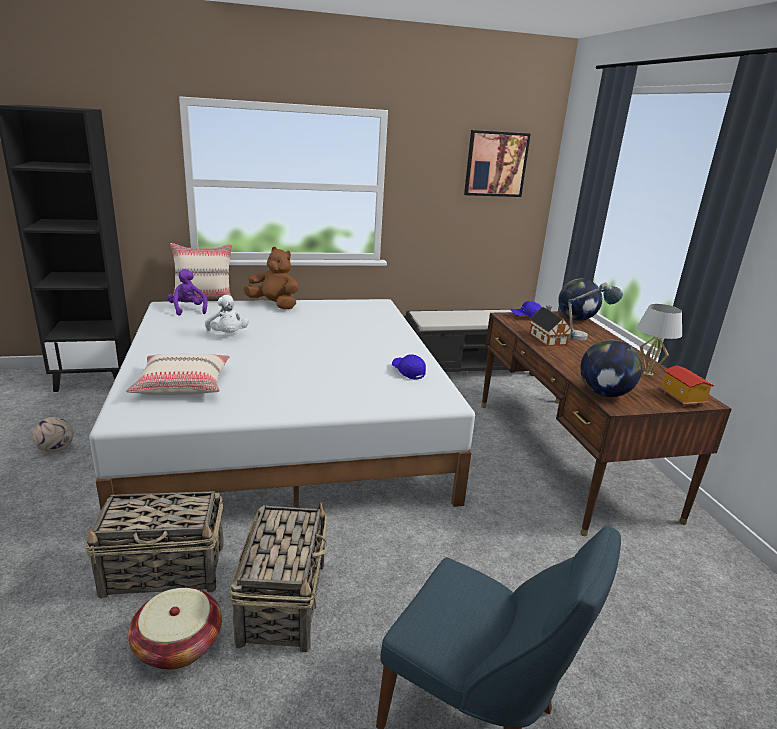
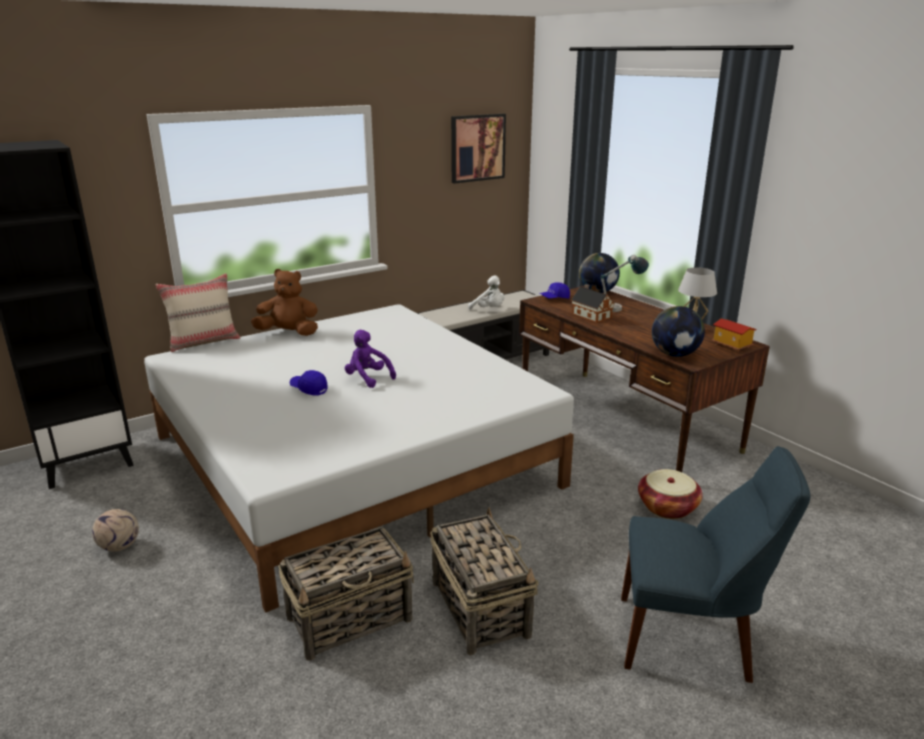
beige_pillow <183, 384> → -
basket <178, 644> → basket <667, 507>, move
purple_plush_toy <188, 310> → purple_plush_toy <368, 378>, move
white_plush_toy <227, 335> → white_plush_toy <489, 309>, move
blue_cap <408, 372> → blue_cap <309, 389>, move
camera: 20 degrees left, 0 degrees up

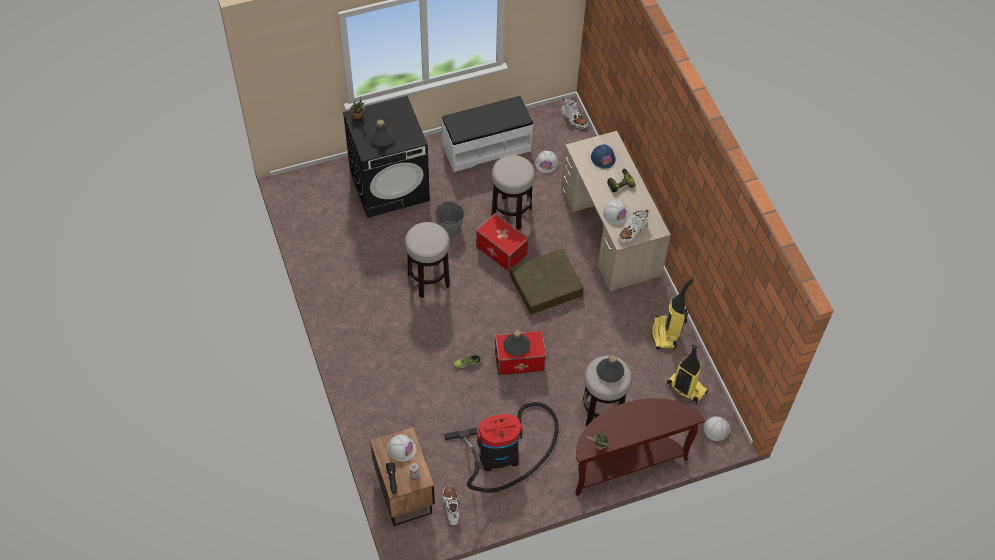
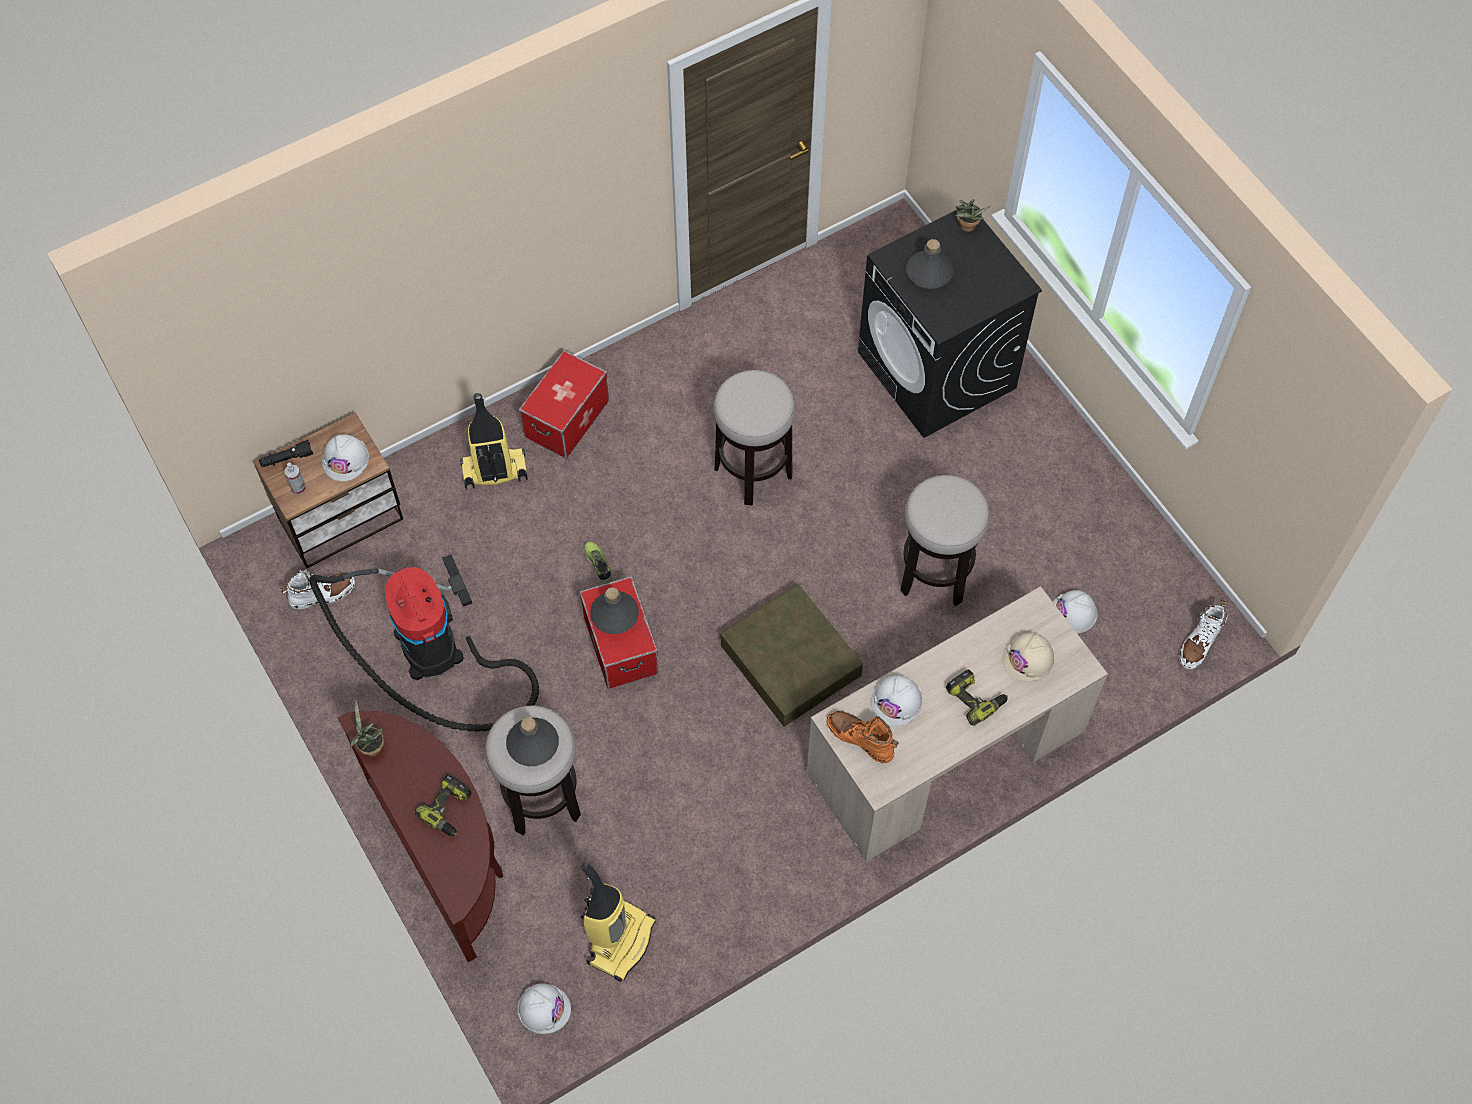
grey_bucket <449, 229> → -
white_bench <486, 147> → -
- → power_drill <449, 809>
storage_box <501, 250> → storage_box <566, 418>, move
vacuum_cleaner <665, 334> → vacuum_cleaner <494, 472>, move
blue_hard_hat <603, 158> → beige_hard_hat <1028, 658>
white_boot <632, 232> → orange_boot <860, 739>
camera: 80 degrees right, 5 degrees up

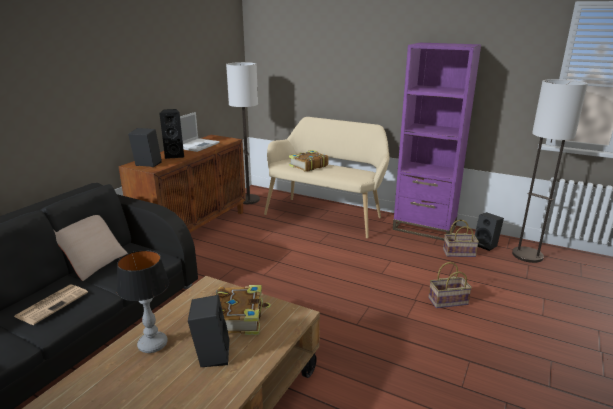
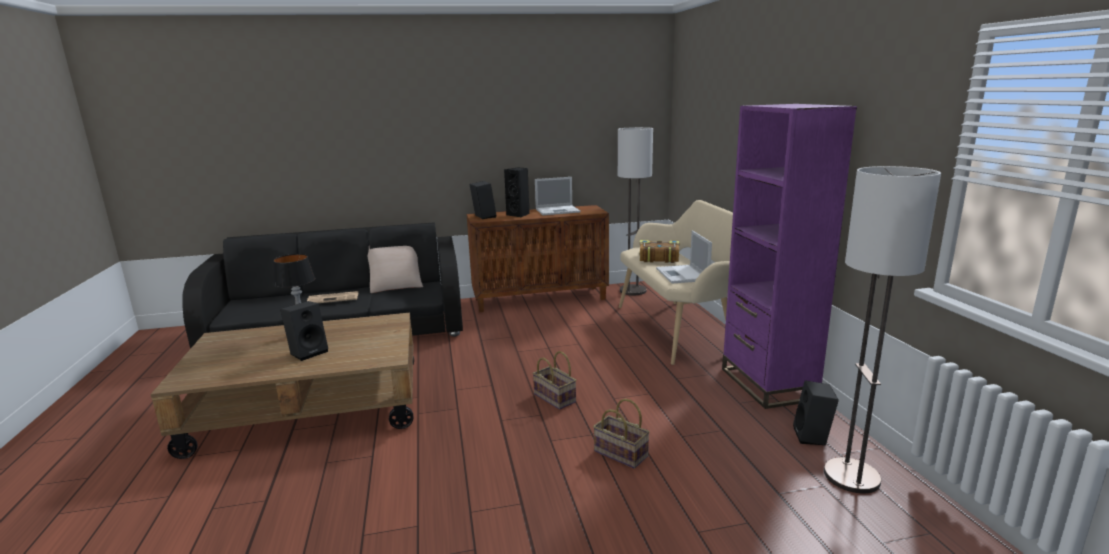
book <239, 317> → -
- → laptop <682, 275>
basket <459, 253> → basket <556, 398>, move
camera: 50 degrees right, 5 degrees down

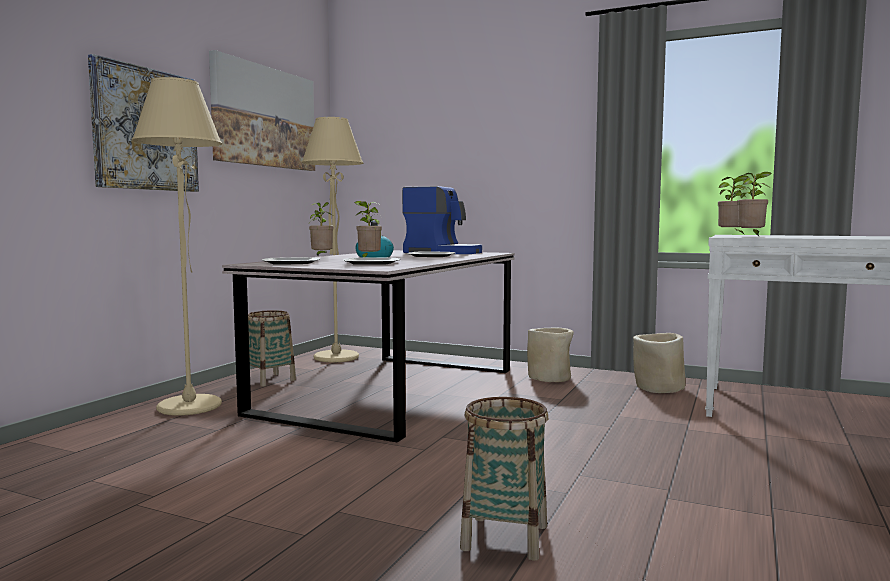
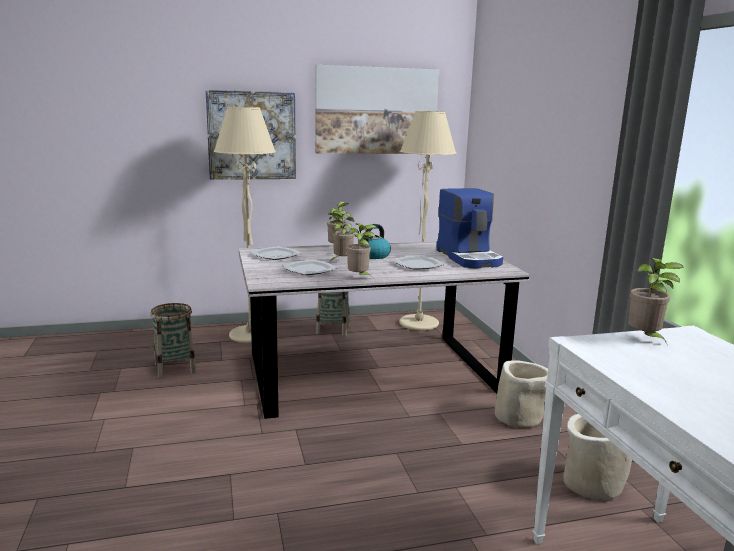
basket <504, 537> → basket <175, 368>, move
potted_plant <752, 237> → potted_plant <359, 278>, move
camera: 50 degrees right, 10 degrees up

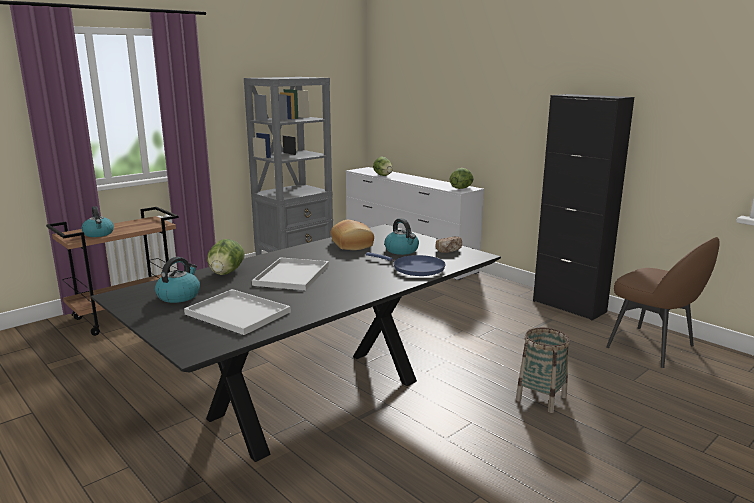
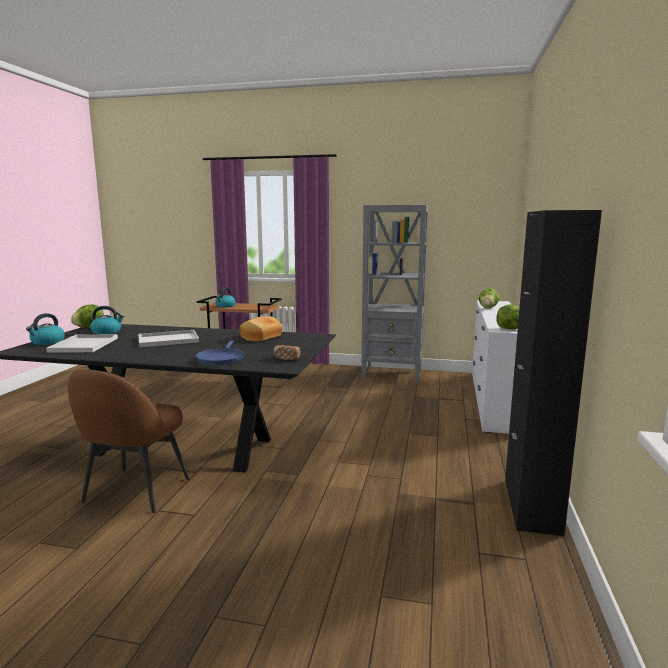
basket <541, 398> → -
lettuce <226, 273> → lettuce <89, 328>, move
kettle <402, 250> → kettle <47, 342>, move
brown_chair <652, 347> → brown_chair <135, 491>, move
camera: 55 degrees right, 5 degrees down

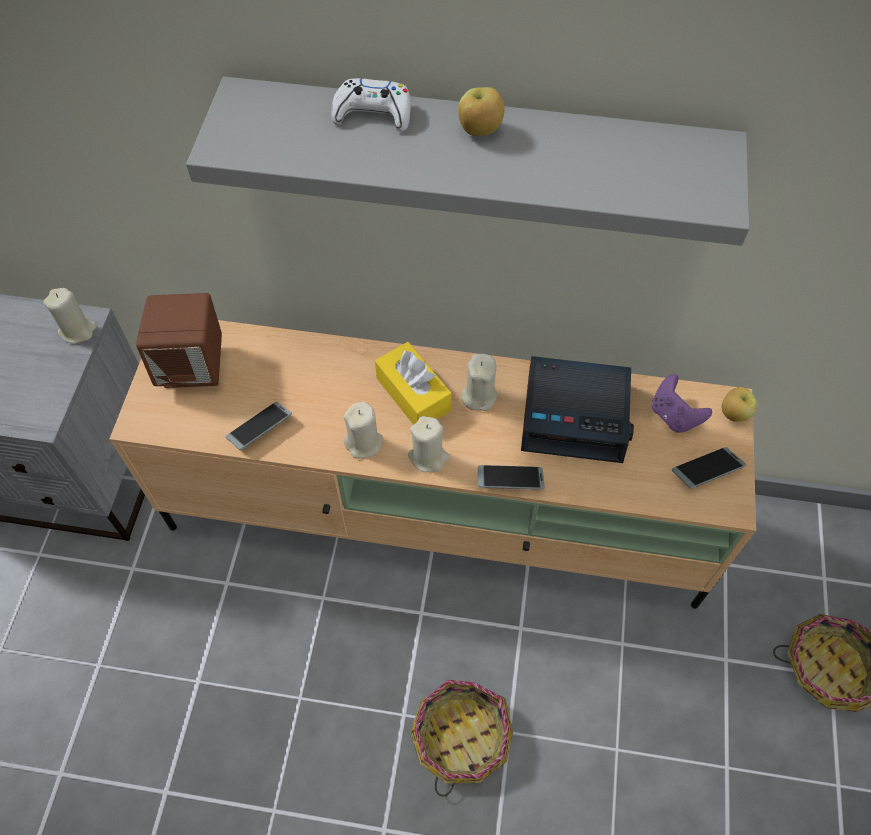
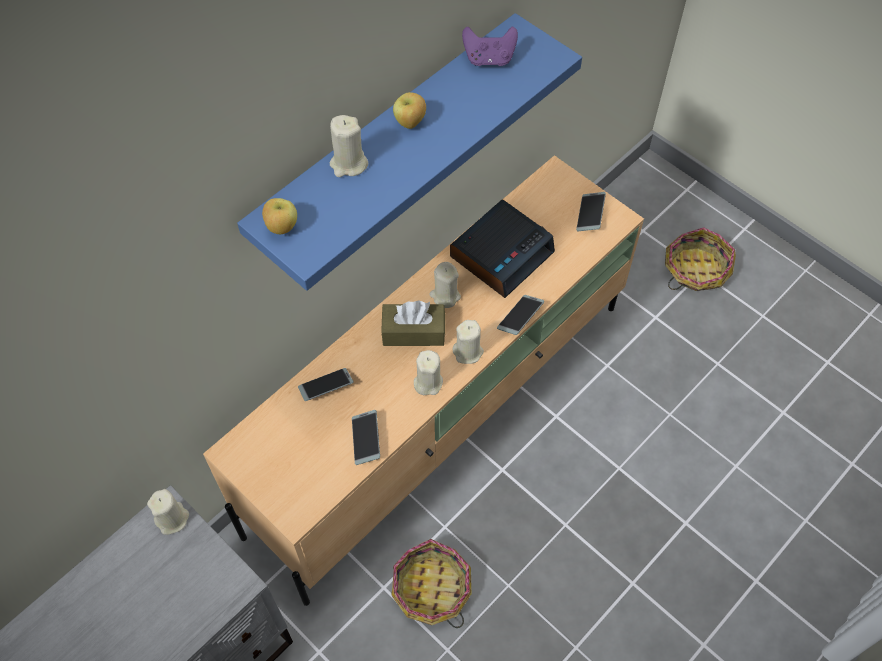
brown_speaker <193, 366> → -
- → phone <326, 387>
basket <460, 736> → basket <431, 588>, move
purple_game_controller <674, 415> → purple_game_controller <489, 59>, move
apple <733, 414> → apple <281, 227>, move
white_game_controller <373, 114> → beige_candle <348, 164>
grey_shelf <476, 153> → blue_shelf <387, 142>
yellow_tissue_box <413, 394> → brown_tissue_box <413, 332>
camera: 55 degrees left, 0 degrees up

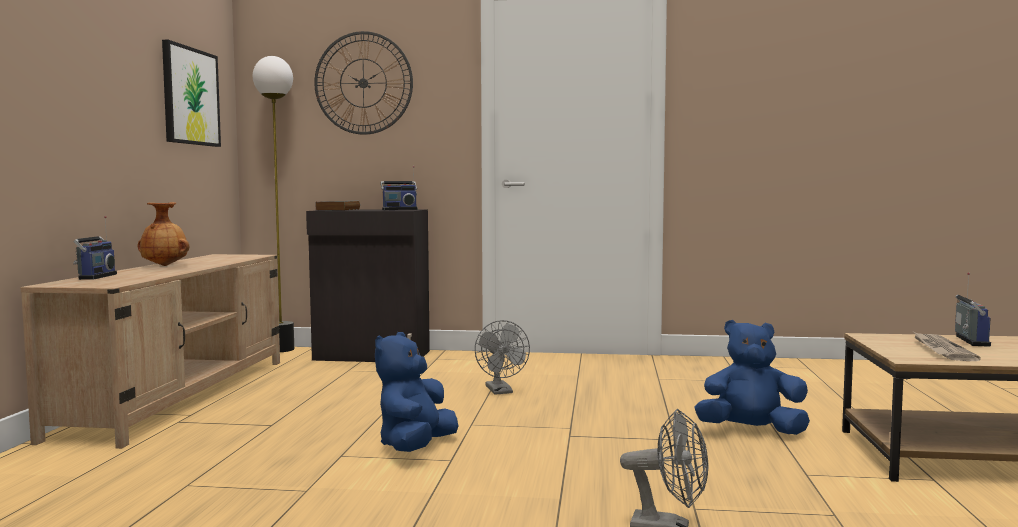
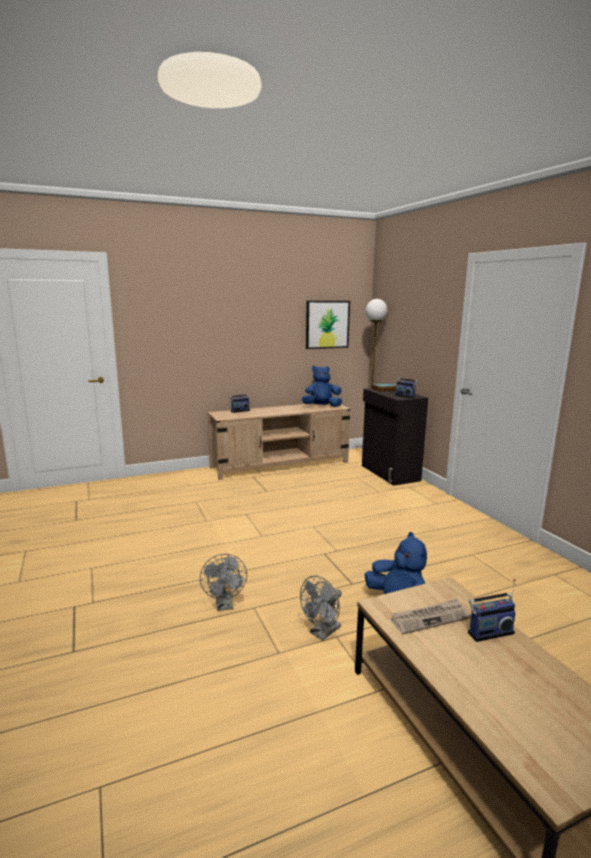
brown_vase <165, 265> → -
wall_clock <363, 83> → -
blue_plush_toy <415, 447> → blue_plush_toy <321, 406>, move
grey_fan <501, 391> → grey_fan <322, 633>, move
camera: 60 degrees right, 10 degrees up

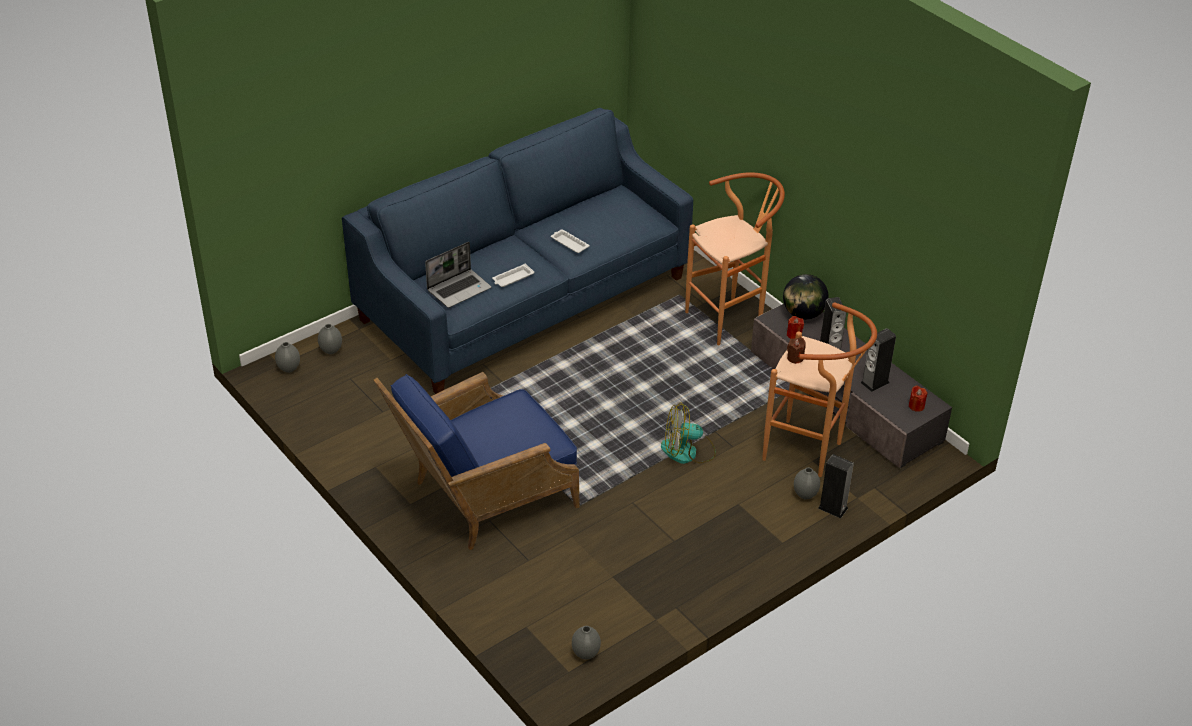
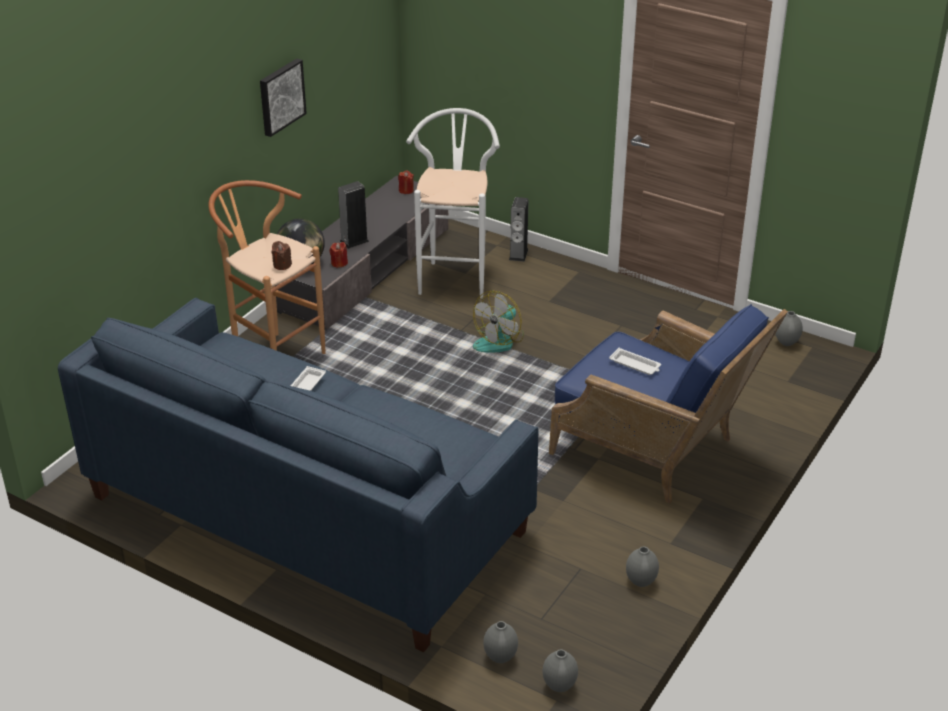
laptop <459, 289> → -
speaker <875, 382> → -
- → picture <280, 96>
white_tray <512, 278> → white_tray <635, 365>, move
brown_candle <795, 358> → brown_candle <282, 265>, move
grey_vase <804, 495> → grey_vase <641, 582>, move
brown_stool <810, 452> → white_stool <455, 276>
fan <687, 451> → fan <499, 341>, 60 degrees clockwise
camera: 110 degrees left, 5 degrees down

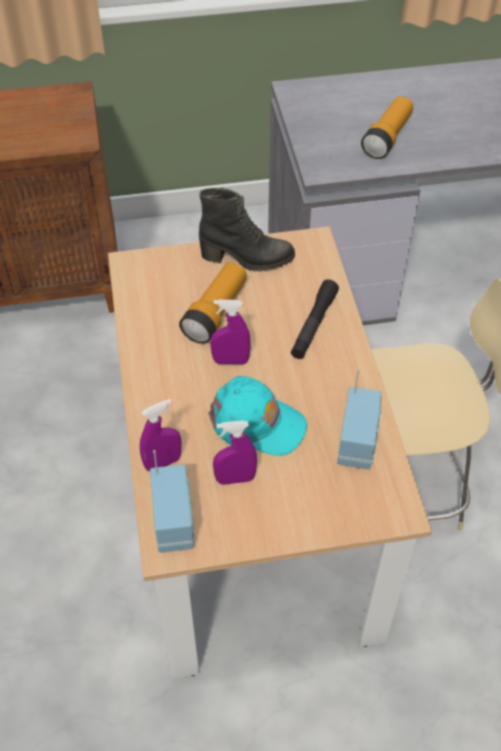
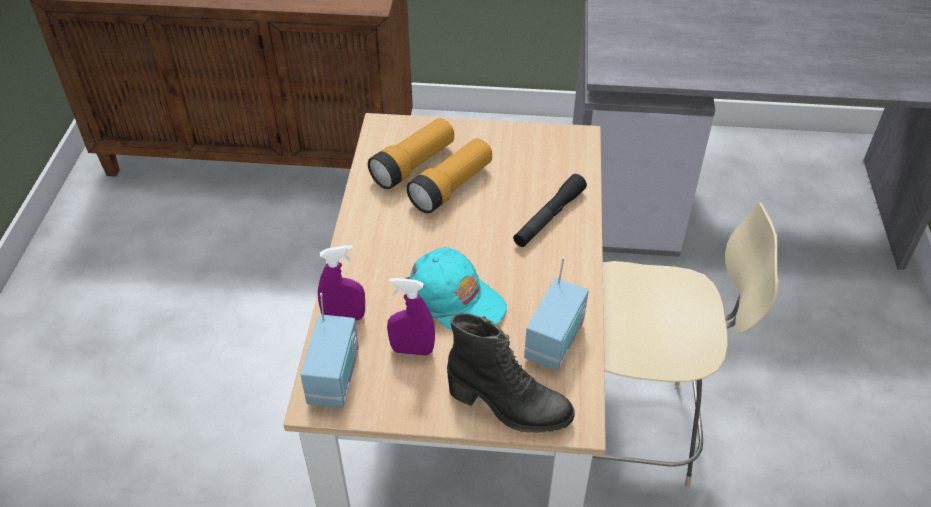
purple_spray_bottle <230, 361> → -
black_boot <247, 259> → black_boot <508, 407>, move
flashlight <387, 138> → flashlight <413, 165>, move
camera: 15 degrees right, 5 degrees down

